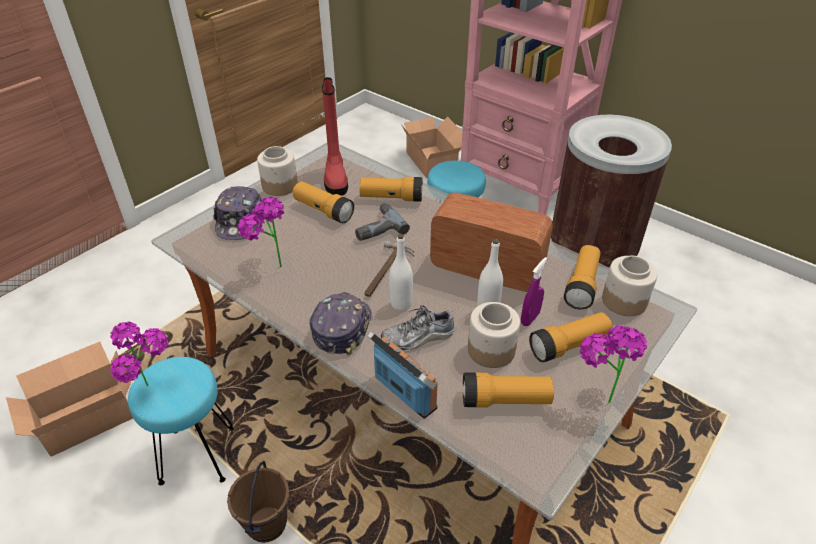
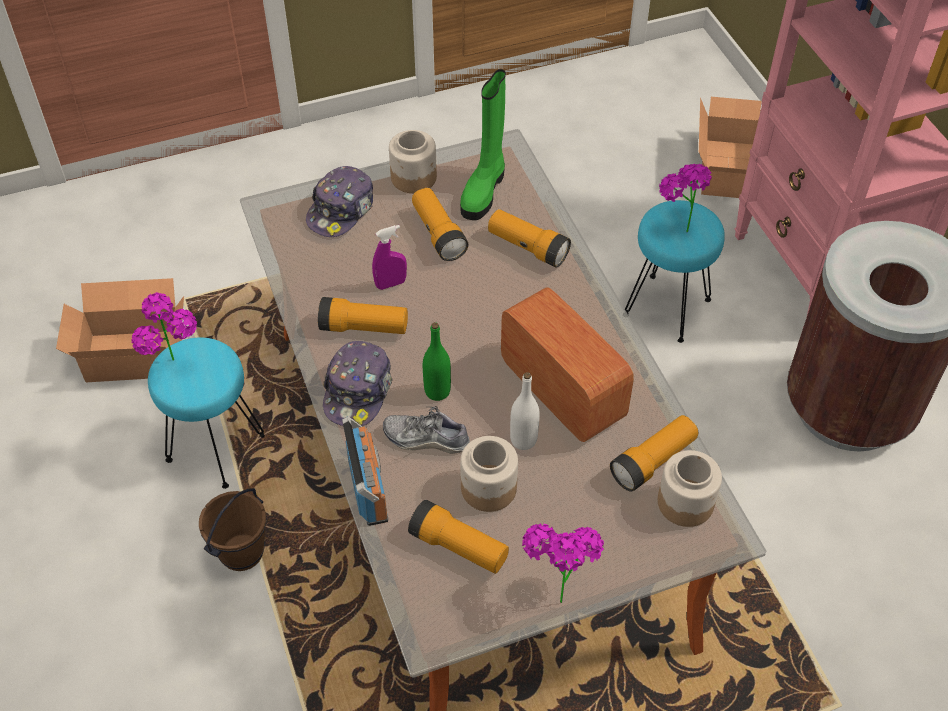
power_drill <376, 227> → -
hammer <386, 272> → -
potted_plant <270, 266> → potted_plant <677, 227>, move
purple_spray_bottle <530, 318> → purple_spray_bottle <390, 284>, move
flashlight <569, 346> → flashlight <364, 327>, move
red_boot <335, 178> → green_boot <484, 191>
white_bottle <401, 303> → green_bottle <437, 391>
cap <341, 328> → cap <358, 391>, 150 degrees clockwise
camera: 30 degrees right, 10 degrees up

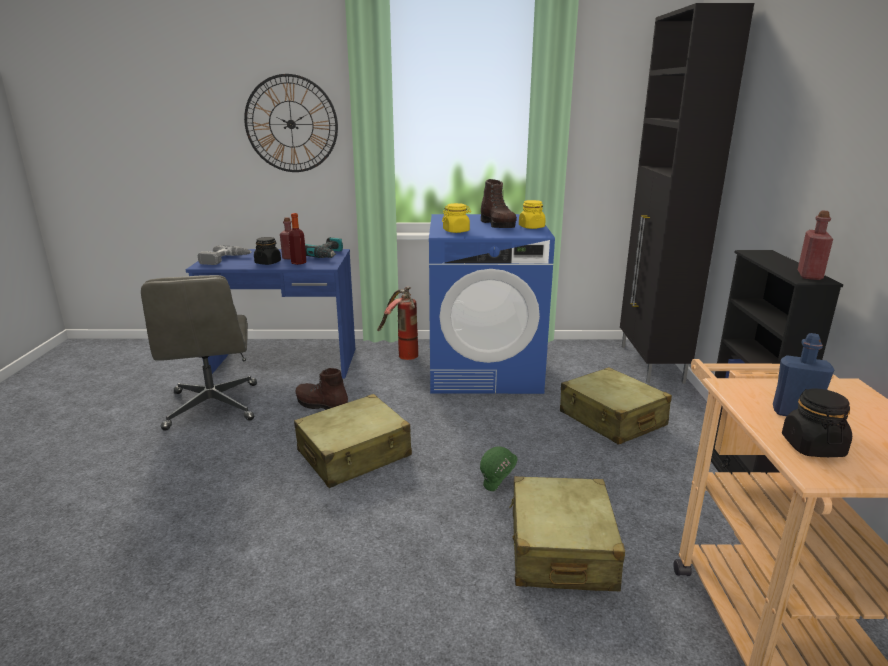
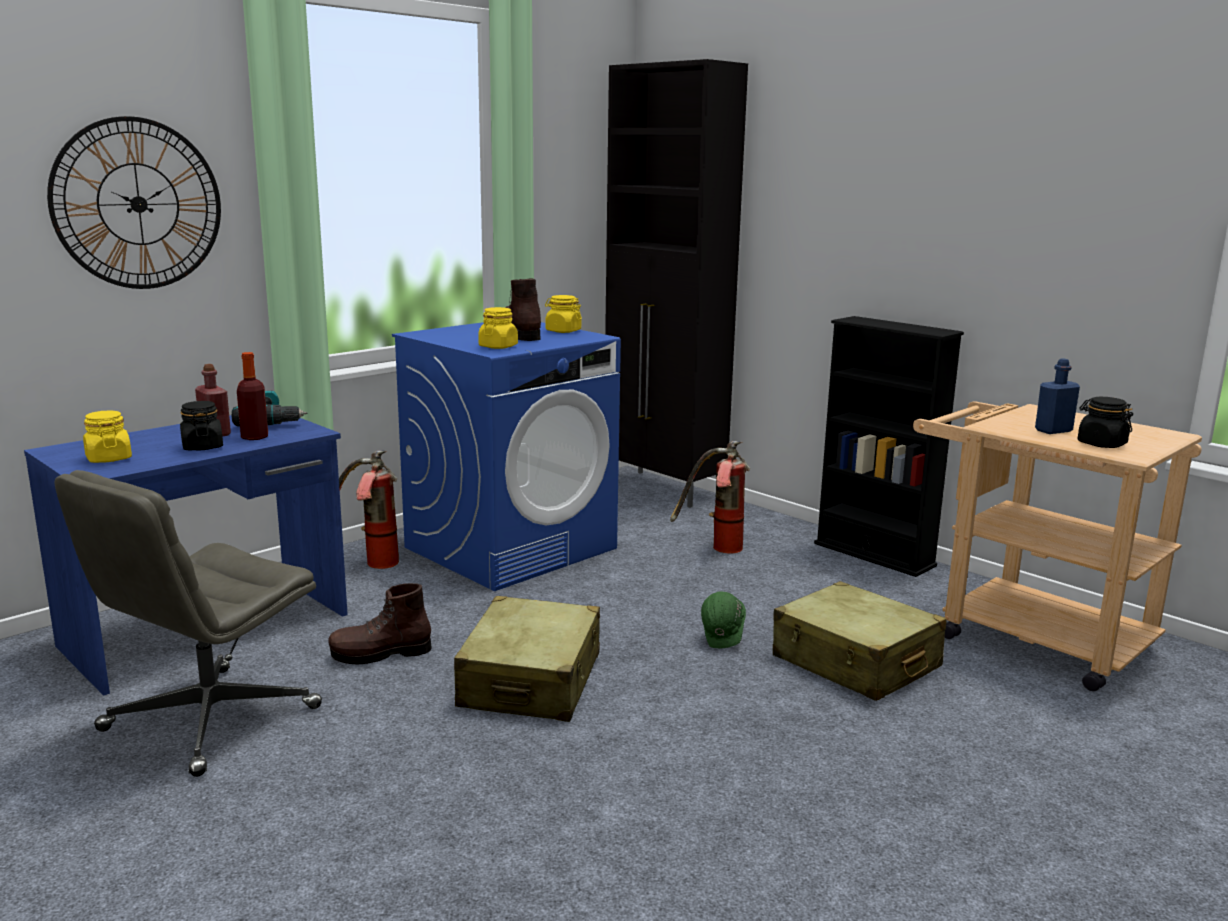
red_bottle <809, 276> → -
power_drill <225, 260> → yellow_jar <108, 458>
beige_suitcase <612, 419> → fire_extinguisher <716, 549>
grey_office_chair <213, 407> → grey_office_chair <209, 720>, 90 degrees clockwise
brown_boot <498, 225> → brown_boot <519, 334>, 135 degrees counterclockwise
camera: 45 degrees left, 5 degrees down

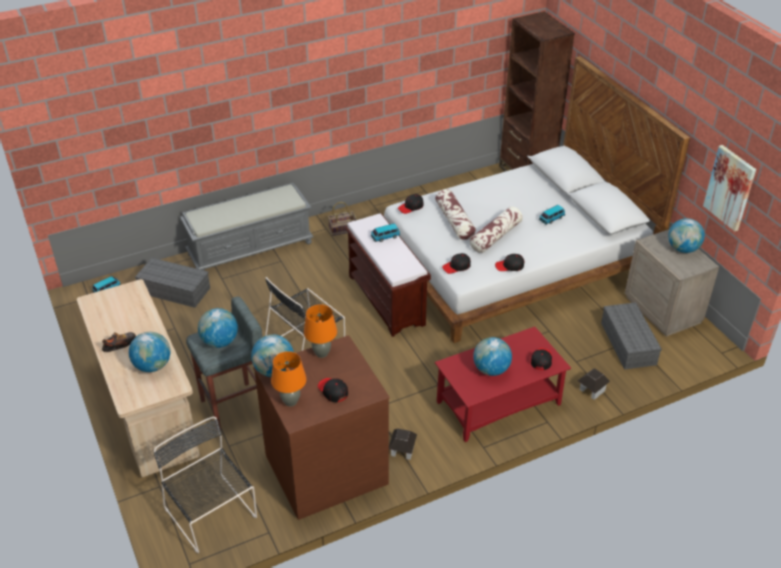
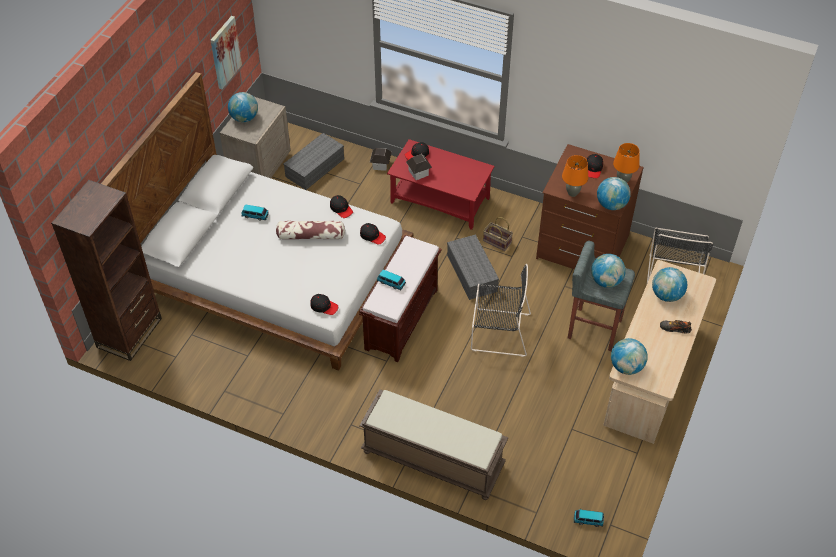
pillow <454, 221> → -
grey_storage_box <173, 290> → grey_storage_box <473, 274>, move
basket <343, 229> → basket <496, 242>, move
toy_house <402, 450> → toy_house <418, 172>, move
globe <491, 369> → globe <626, 367>, move
grey_bench <251, 248> → brown_bench <431, 459>
camera: 130 degrees left, 10 degrees up

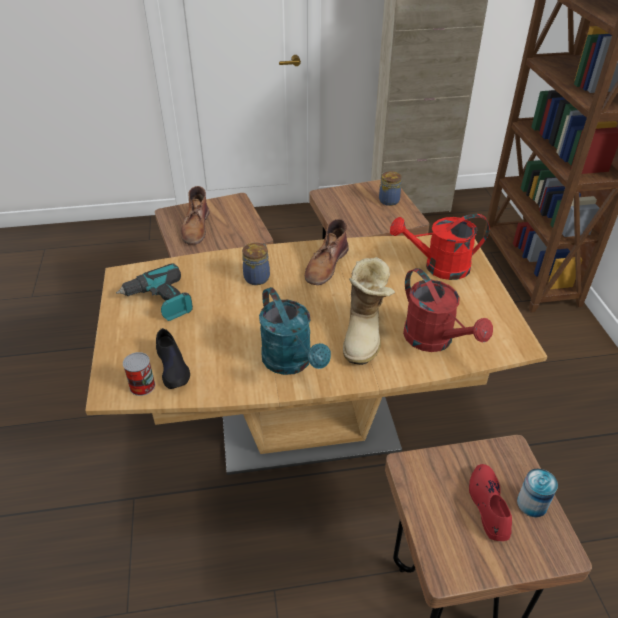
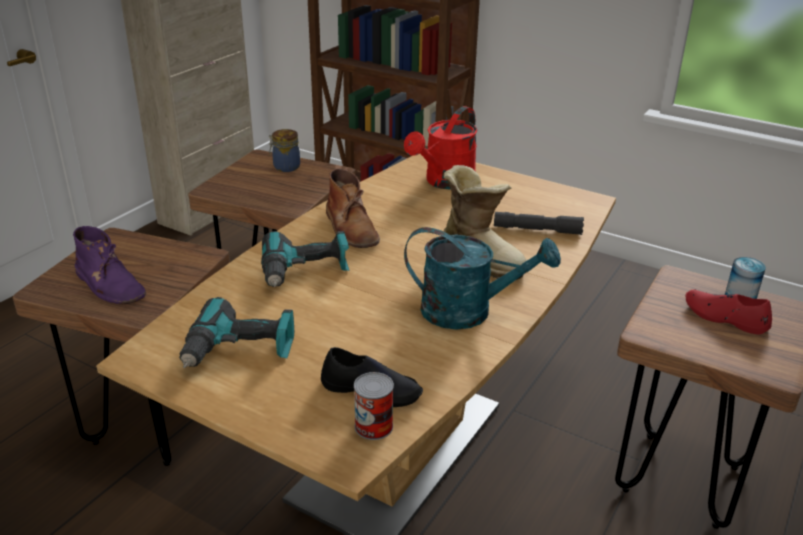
jar <257, 277> → power_drill <305, 271>
red_watering_can <435, 341> → grey_flashlight <537, 230>
brown_boot <196, 227> → purple_boot <110, 285>
camera: 50 degrees left, 10 degrees down

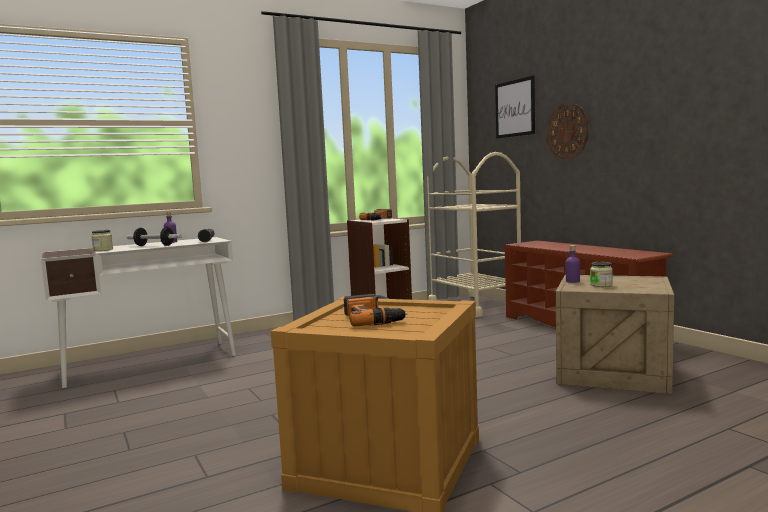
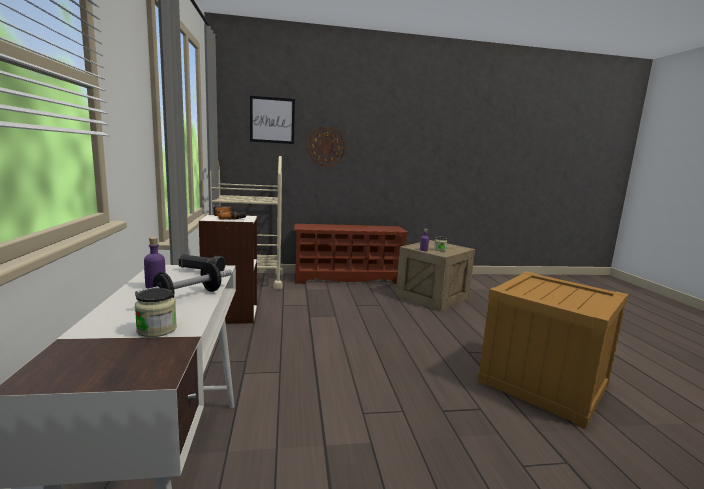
power_drill <373, 318> → -
camera: 70 degrees left, 5 degrees up

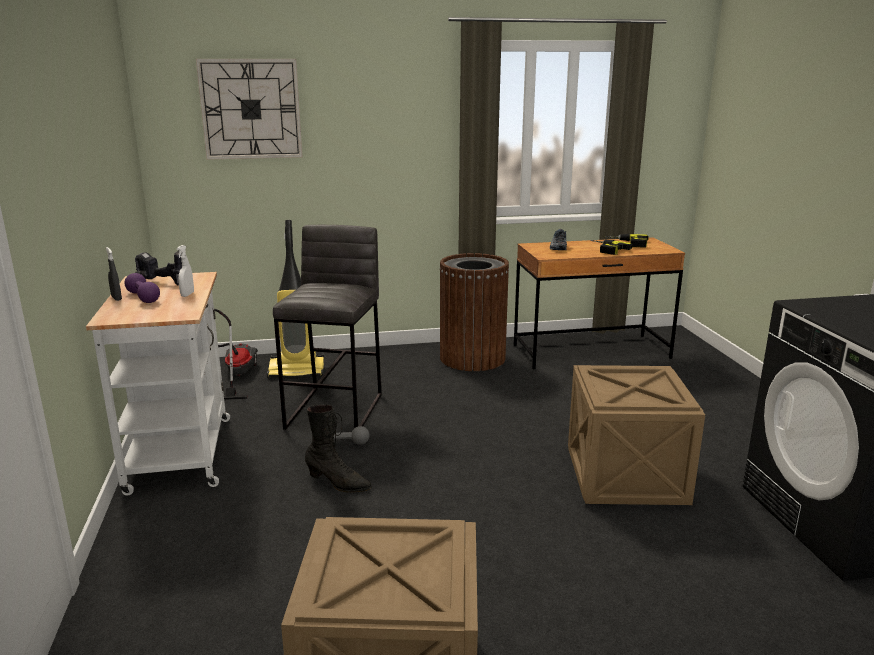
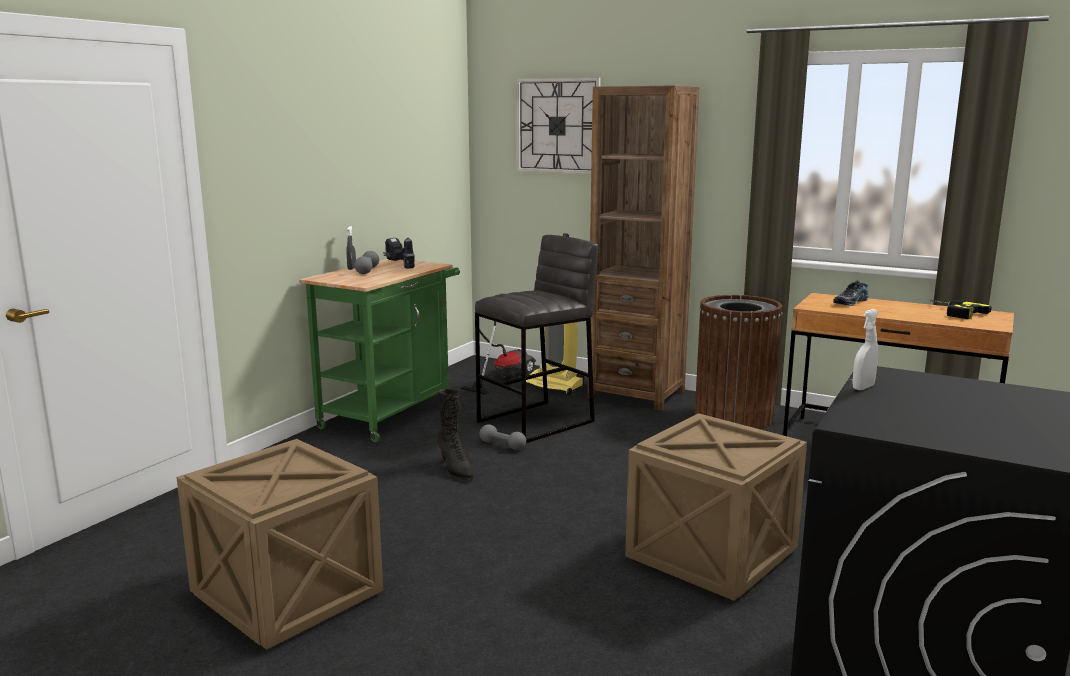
power_drill <605, 249> → -
- → brown_bookcase <636, 394>
white_spray_bottle <187, 294> → white_spray_bottle <863, 387>, move
white_cart <181, 449> → green_cart <391, 413>
purple_dumbbell <143, 297> → grey_dumbbell <367, 270>
camera: 40 degrees right, 5 degrees down

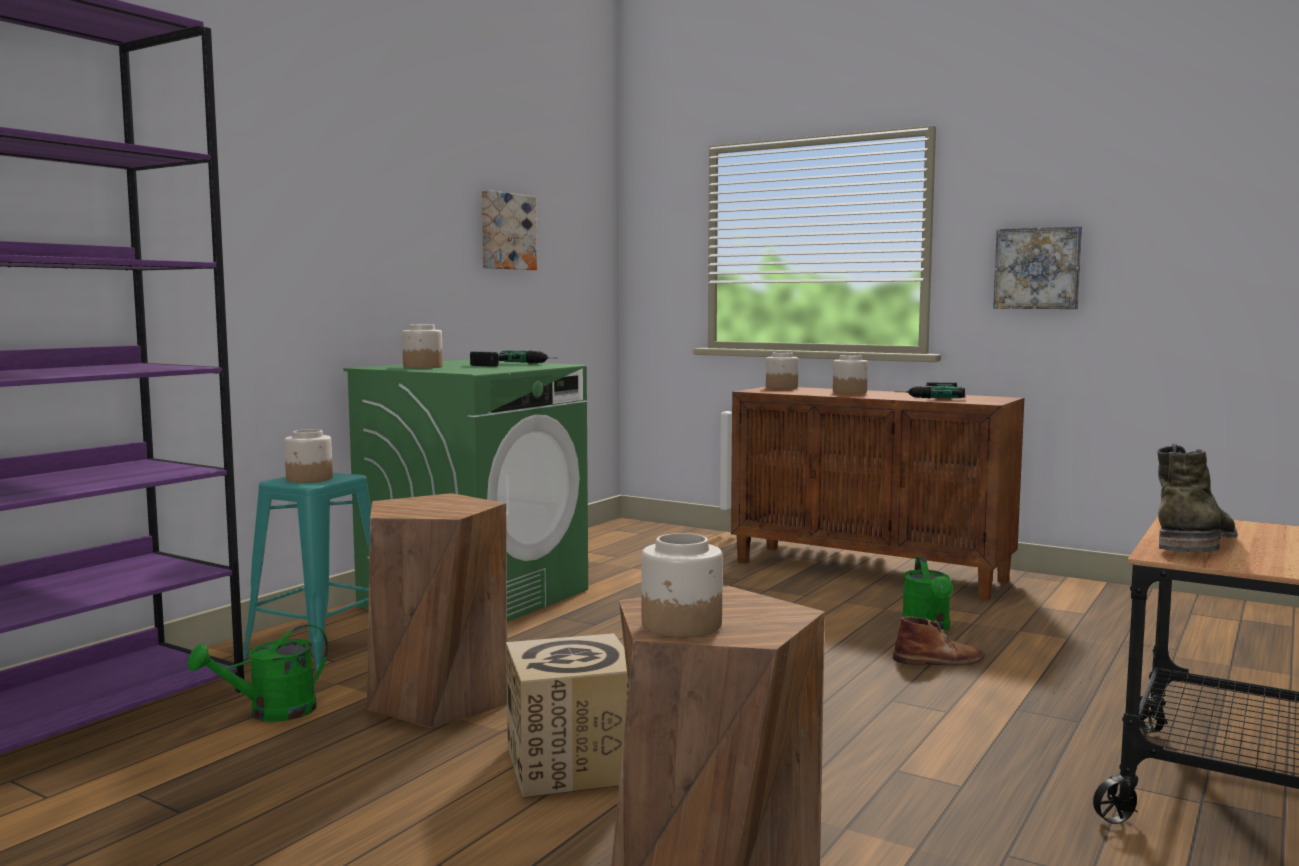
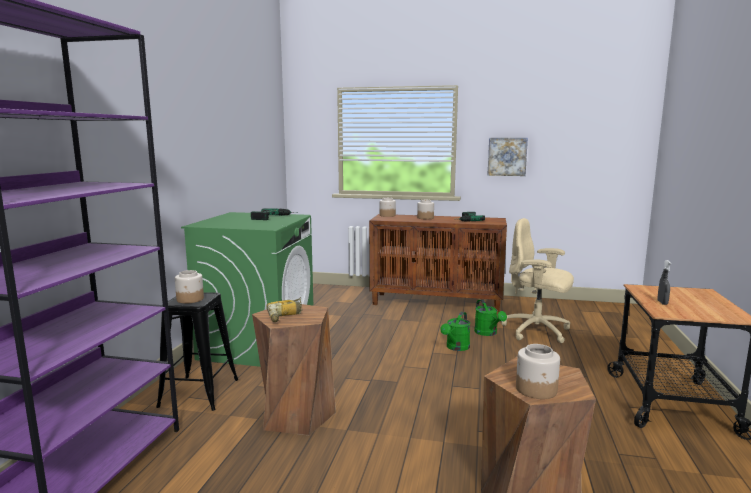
jar <422, 367> → -
picture <506, 231> → -
cardboard_box <571, 765> → -
brown_boot <939, 660> → -
- → power_drill <286, 315>
- → beige_office_chair <537, 331>
green_watering_can <271, 713> → green_watering_can <456, 348>, move
green_boot <1195, 542> → grey_spray_bottle <662, 303>
turquoise_stool <320, 649> → black_stool <199, 393>
camera: 20 degrees left, 5 degrees up

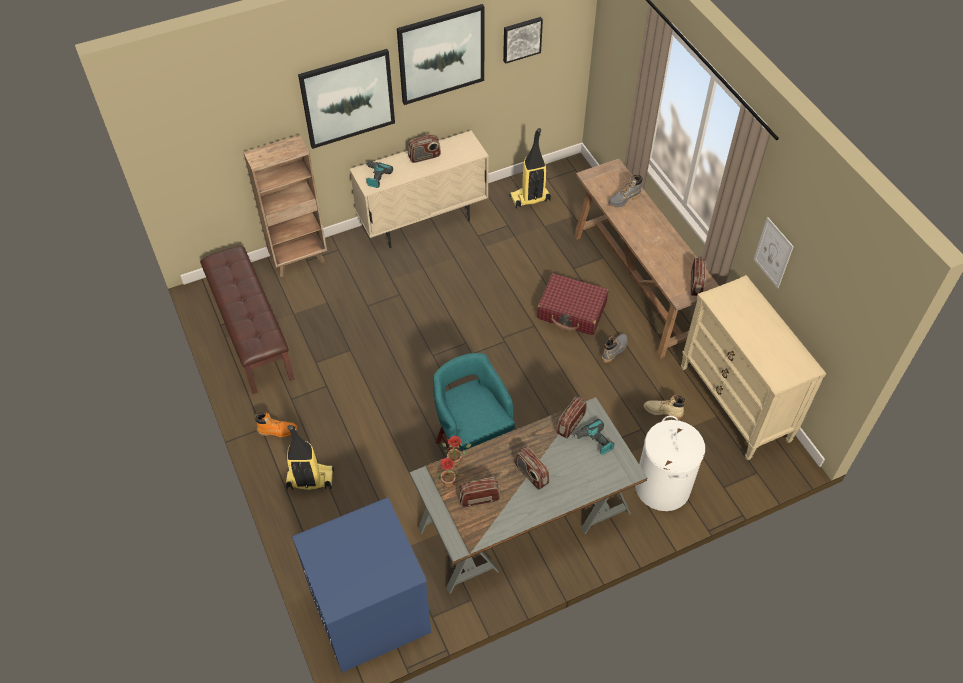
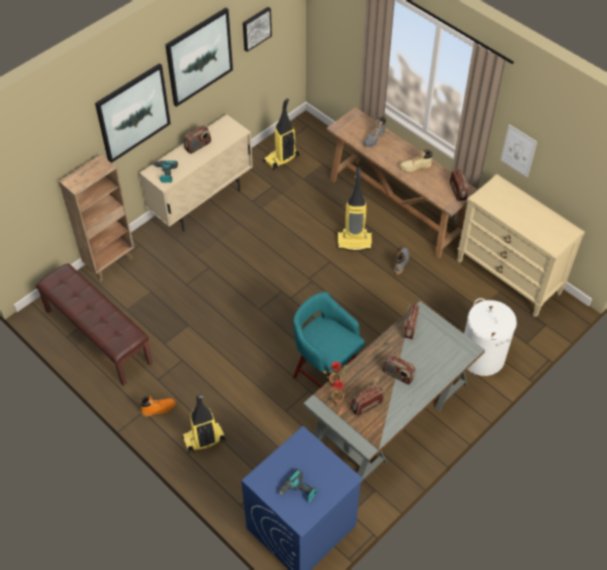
power_drill <594, 441> → power_drill <298, 491>, move
beige_boot <663, 411> → beige_boot <415, 167>, move
red_suitcase <572, 311> → vacuum_cleaner <354, 241>
camera: 20 degrees left, 0 degrees up

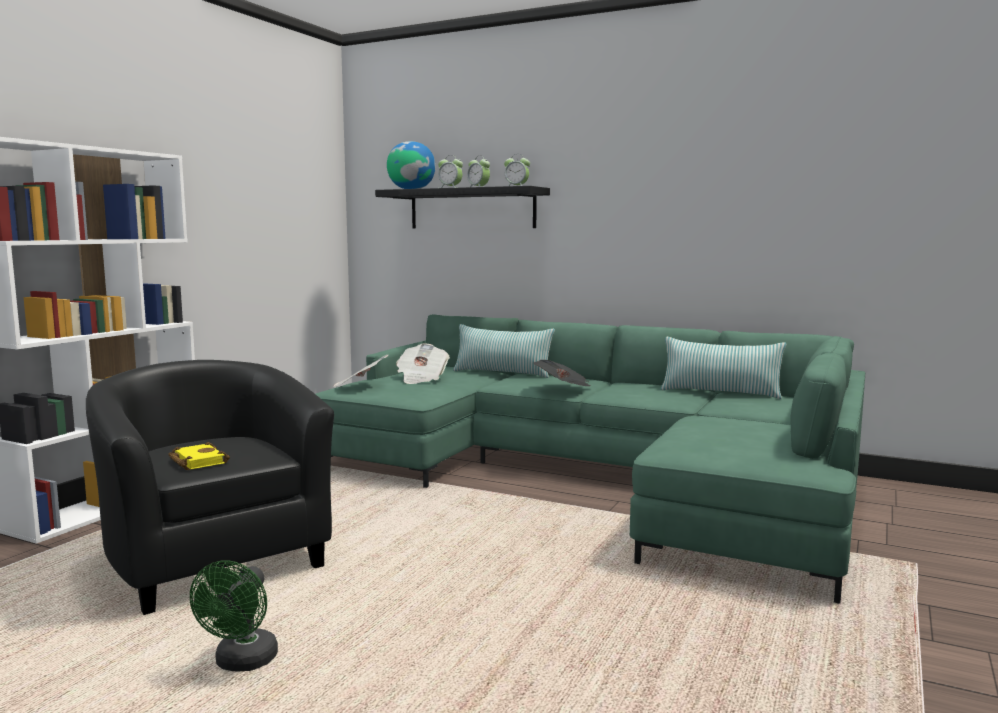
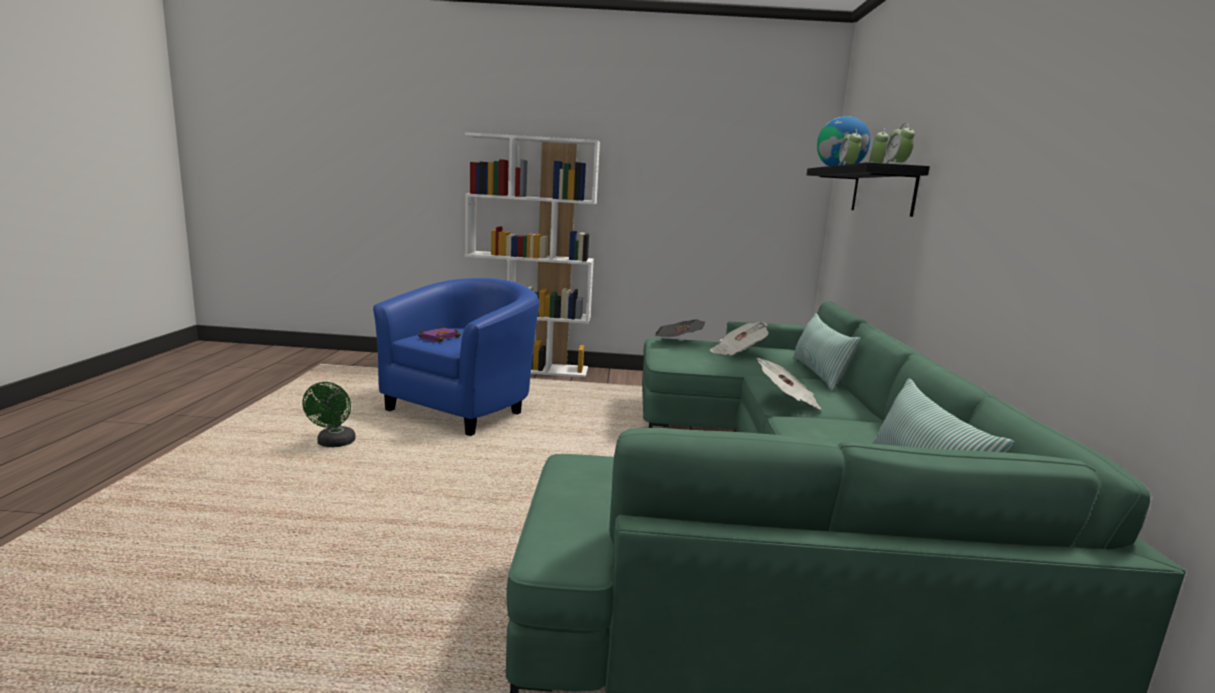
black_armchair <214, 560> → blue_armchair <464, 408>
yellow_book <196, 461> → purple_book <439, 337>
green_fan <242, 663> → green_fan <334, 444>, 75 degrees counterclockwise
camera: 65 degrees right, 5 degrees up

